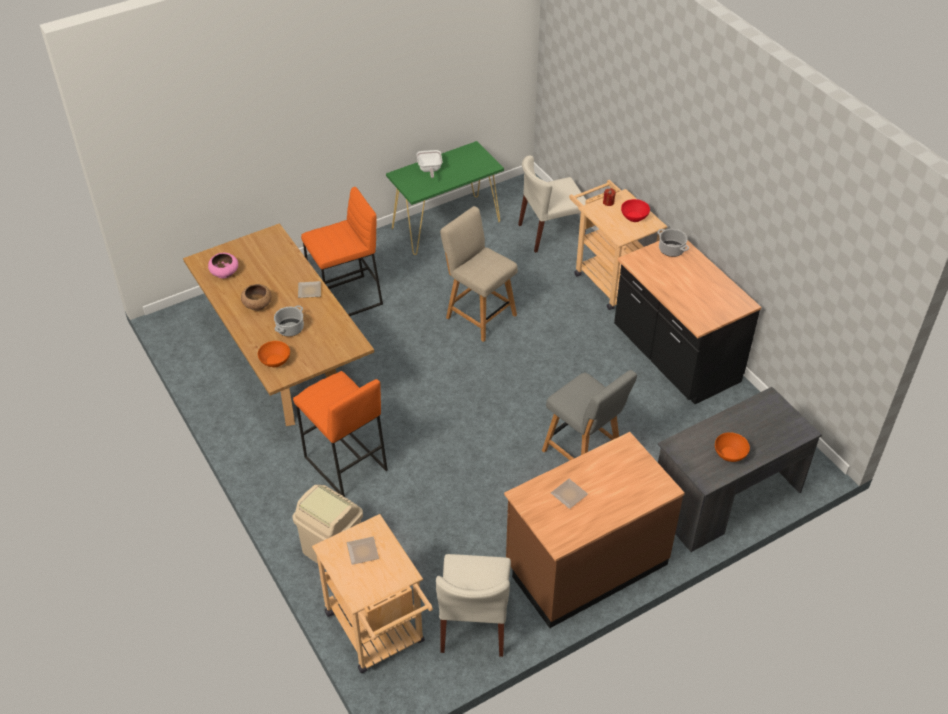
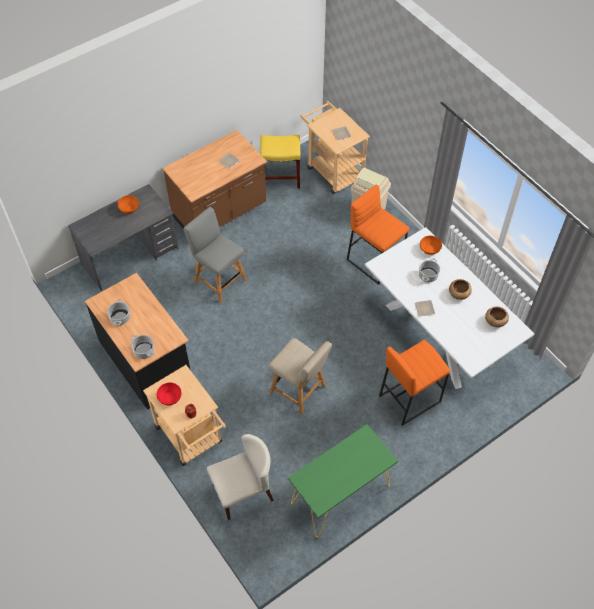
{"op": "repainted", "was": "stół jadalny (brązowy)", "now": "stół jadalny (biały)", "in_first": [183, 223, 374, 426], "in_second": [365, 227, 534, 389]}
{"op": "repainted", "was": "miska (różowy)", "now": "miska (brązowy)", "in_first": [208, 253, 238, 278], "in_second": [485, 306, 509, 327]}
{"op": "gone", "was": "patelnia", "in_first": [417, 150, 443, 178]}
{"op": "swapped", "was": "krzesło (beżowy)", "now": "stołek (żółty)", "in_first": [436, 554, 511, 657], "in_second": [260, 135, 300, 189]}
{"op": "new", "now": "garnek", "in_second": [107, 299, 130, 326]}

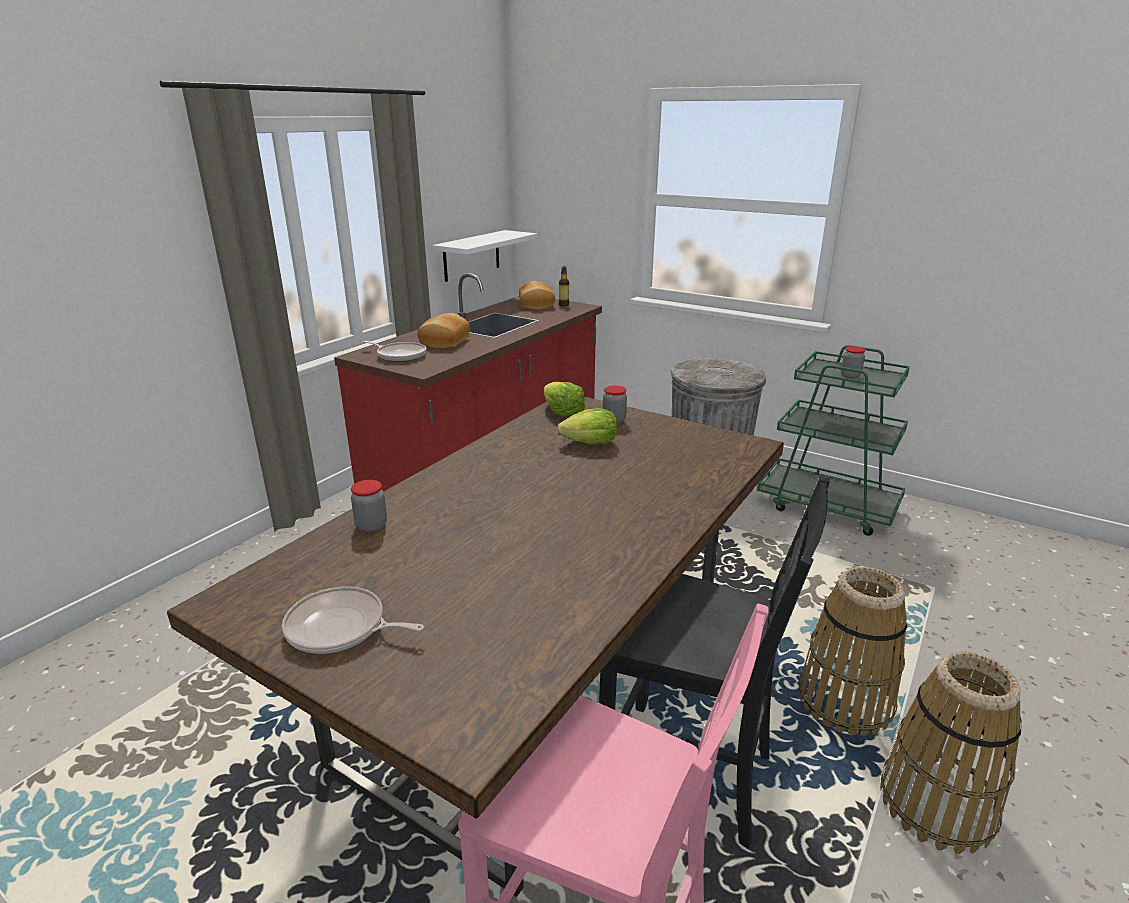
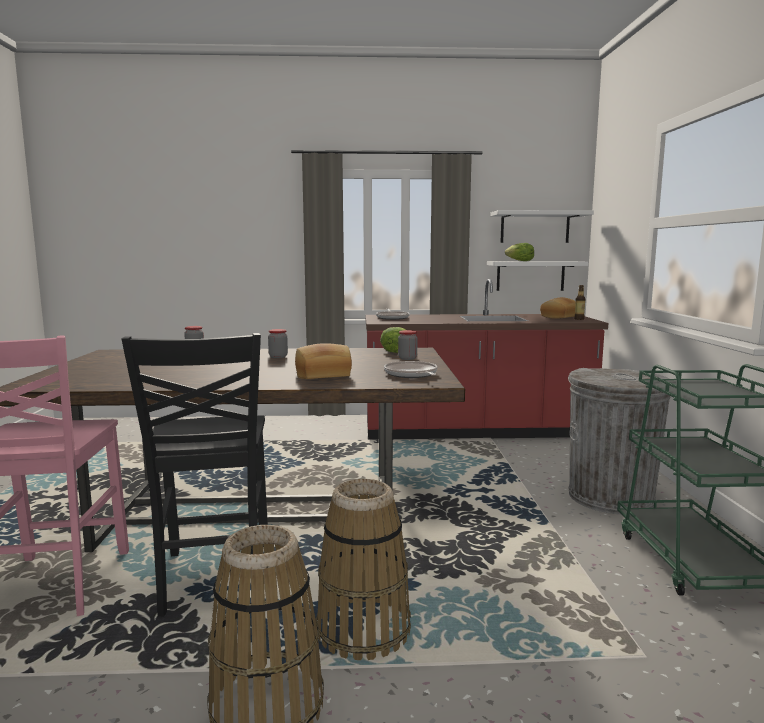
{"op": "shifted", "was": "patelnia", "in_first": [282, 586, 424, 654], "in_second": [384, 361, 437, 378]}
{"op": "shifted", "was": "chleb", "in_first": [418, 313, 470, 348], "in_second": [295, 343, 352, 379]}
{"op": "shifted", "was": "sałata", "in_first": [557, 408, 617, 444], "in_second": [505, 243, 534, 261]}
{"op": "shifted", "was": "słoik", "in_first": [841, 346, 865, 379], "in_second": [268, 329, 288, 358]}
{"op": "new", "now": "półka (biały)", "in_second": [490, 210, 594, 243]}

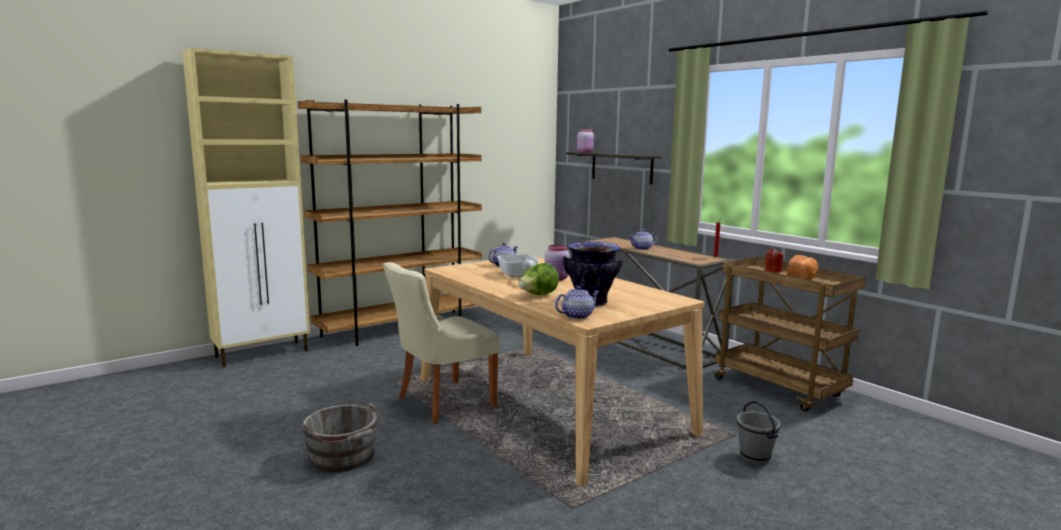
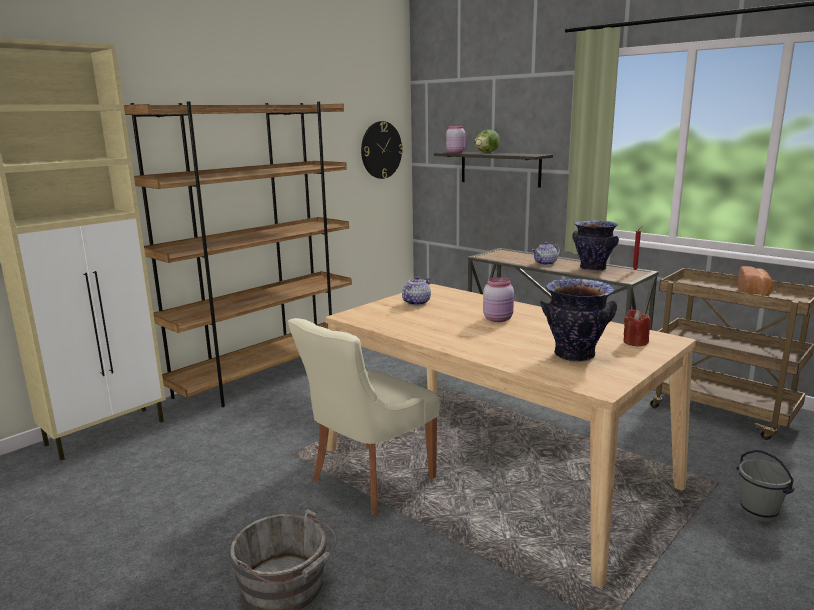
{"op": "gone", "was": "patelnia", "in_first": [498, 254, 539, 277]}
{"op": "shifted", "was": "sałata", "in_first": [518, 263, 559, 295], "in_second": [474, 129, 500, 153]}
{"op": "gone", "was": "imbryk", "in_first": [555, 286, 600, 319]}
{"op": "shifted", "was": "świeca (czerwony)", "in_first": [765, 249, 783, 273], "in_second": [624, 310, 651, 346]}
{"op": "new", "now": "zegar ścienny", "in_second": [361, 121, 403, 179]}
{"op": "new", "now": "wazon", "in_second": [572, 220, 619, 271]}

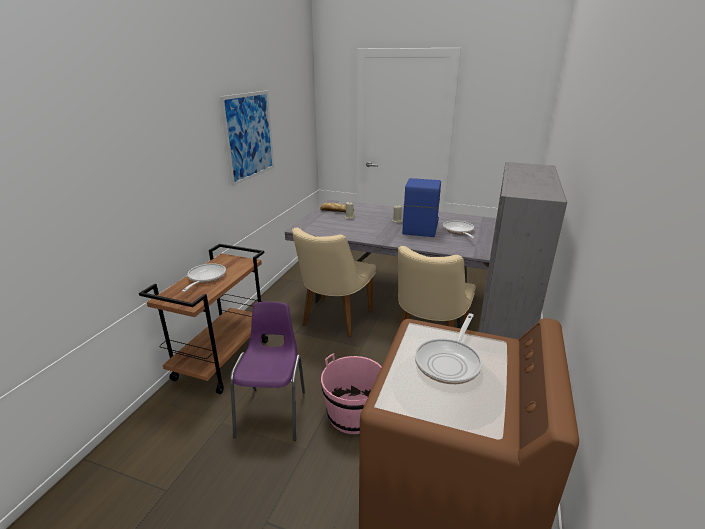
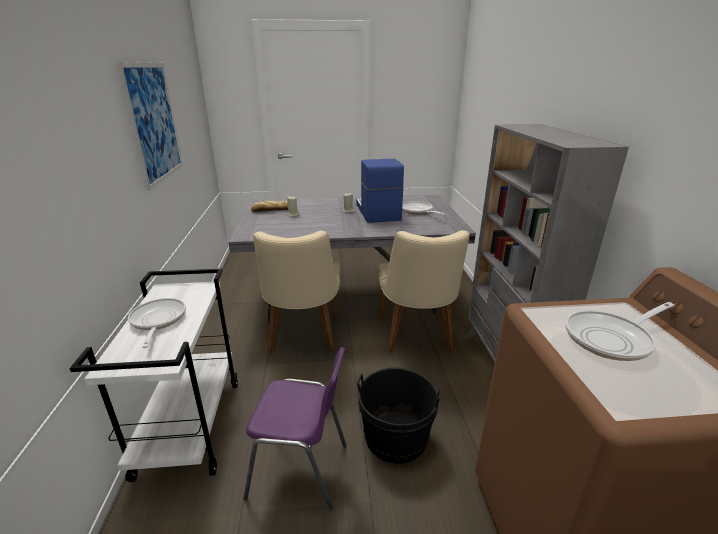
{"op": "repainted", "was": "wózek (brązowy)", "now": "wózek (biały)", "in_first": [139, 244, 268, 394], "in_second": [70, 269, 238, 482]}
{"op": "rotated", "was": "krzesło (fioletowy)", "in_first": [230, 301, 305, 441], "in_second": [243, 347, 347, 510], "clockwise": 120}
{"op": "repainted", "was": "wiadro (różowy)", "now": "wiadro (czarny)", "in_first": [321, 353, 382, 434], "in_second": [357, 367, 441, 464]}
{"op": "rotated", "was": "patelnia", "in_first": [415, 313, 482, 384], "in_second": [566, 302, 674, 361], "clockwise": 60}

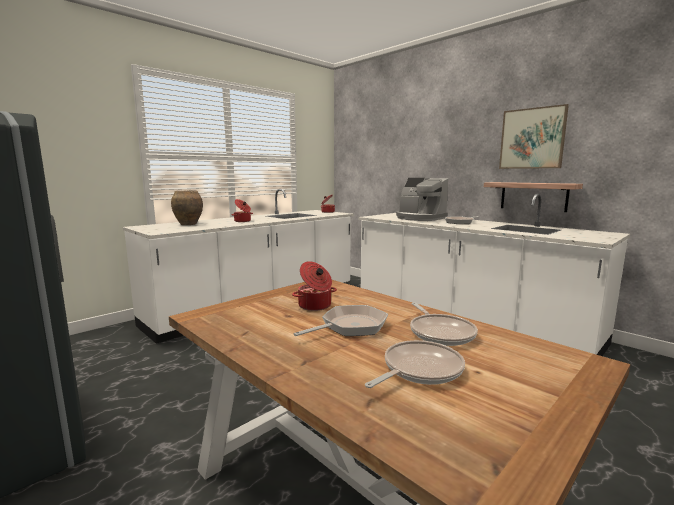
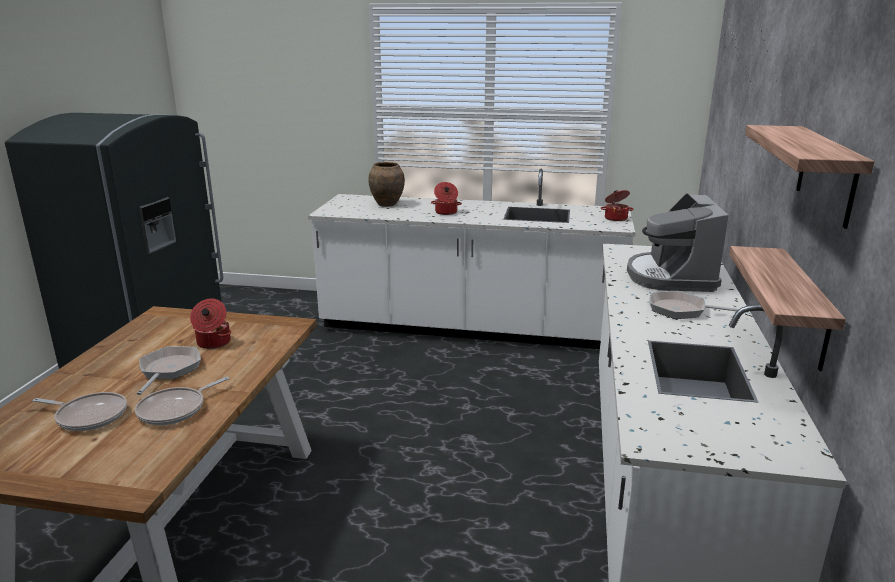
{"op": "rotated", "was": "patelnia", "in_first": [294, 305, 388, 336], "in_second": [137, 346, 201, 395], "clockwise": -105}
{"op": "swapped", "was": "obraz", "now": "półka", "in_first": [499, 104, 569, 169], "in_second": [745, 125, 874, 229]}

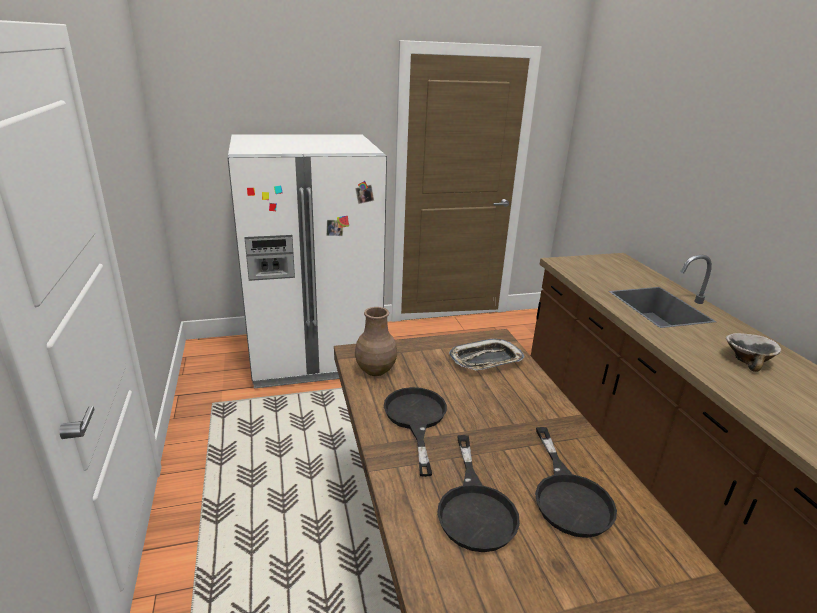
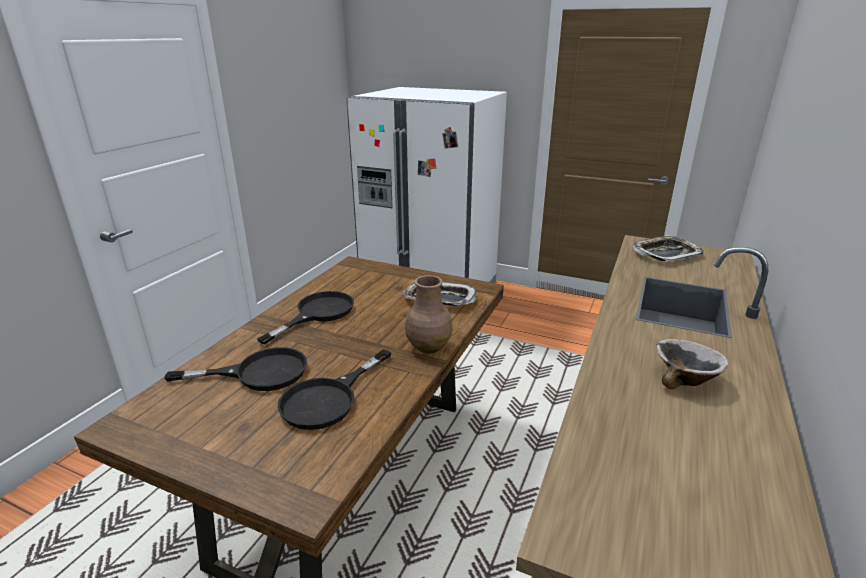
{"op": "shifted", "was": "wazon (brązowy)", "in_first": [355, 307, 397, 376], "in_second": [405, 275, 453, 353]}
{"op": "rotated", "was": "patelnia (czarny)", "in_first": [437, 435, 520, 552], "in_second": [164, 347, 307, 391], "clockwise": -135}
{"op": "new", "now": "taca", "in_second": [633, 235, 704, 262]}

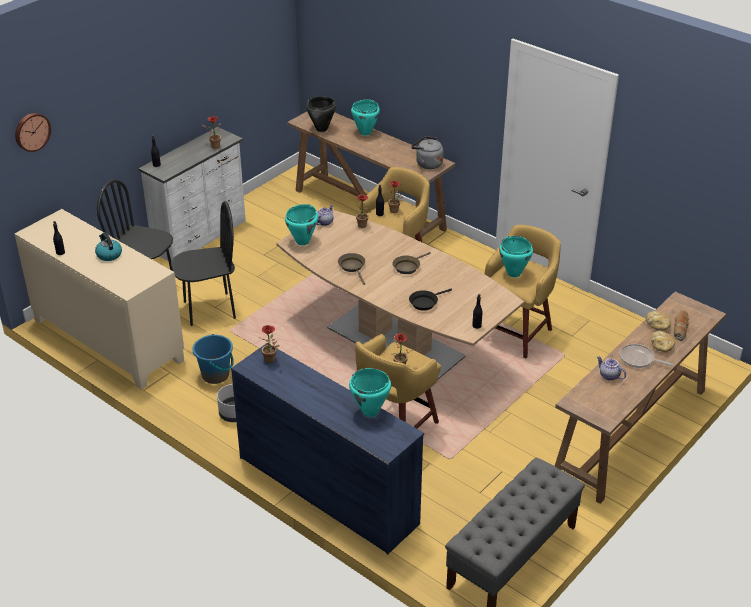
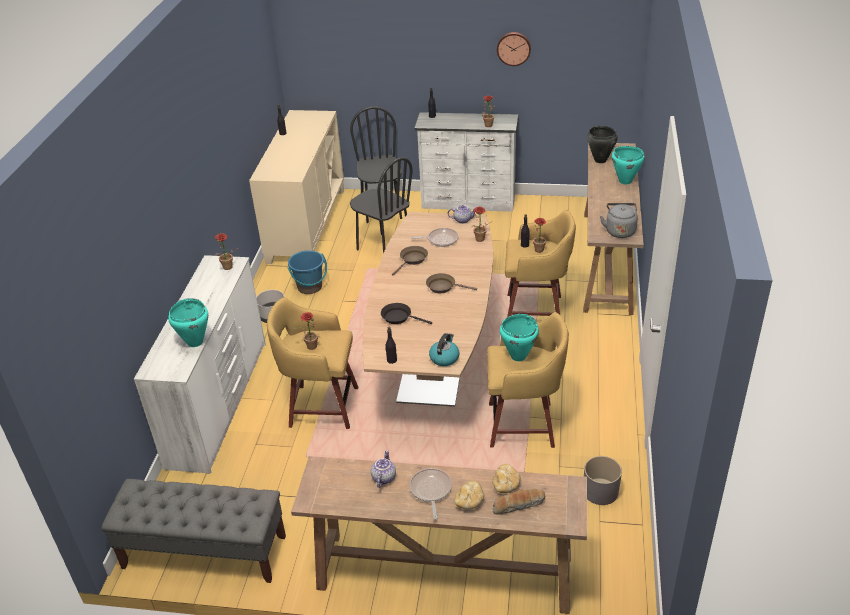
{"op": "shifted", "was": "zegar ścienny", "in_first": [15, 113, 51, 152], "in_second": [497, 32, 531, 66]}
{"op": "shifted", "was": "czajnik", "in_first": [95, 233, 122, 261], "in_second": [429, 333, 459, 366]}
{"op": "repainted", "was": "komoda (niebieski)", "now": "komoda (biały)", "in_first": [231, 343, 424, 555], "in_second": [134, 255, 266, 474]}
{"op": "gone", "was": "garnek (turkusowy)", "in_first": [285, 204, 318, 245]}
{"op": "new", "now": "patelnia", "in_second": [411, 228, 458, 247]}
{"op": "new", "now": "donica (szary)", "in_second": [584, 456, 622, 505]}

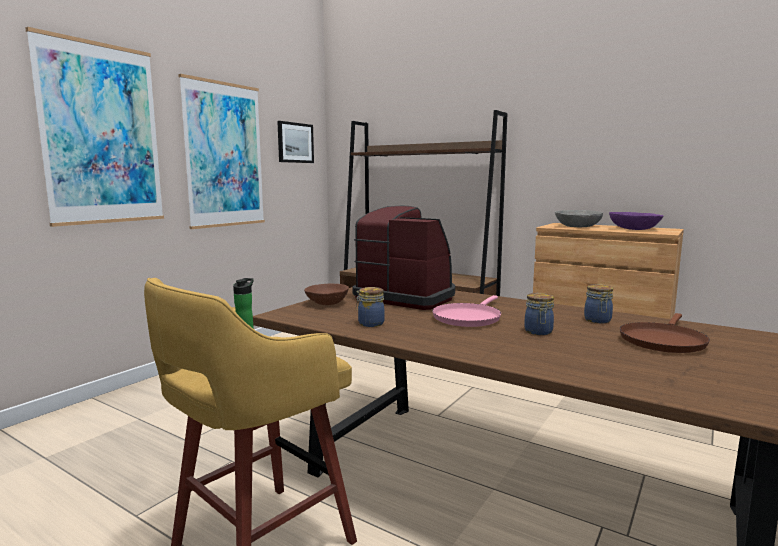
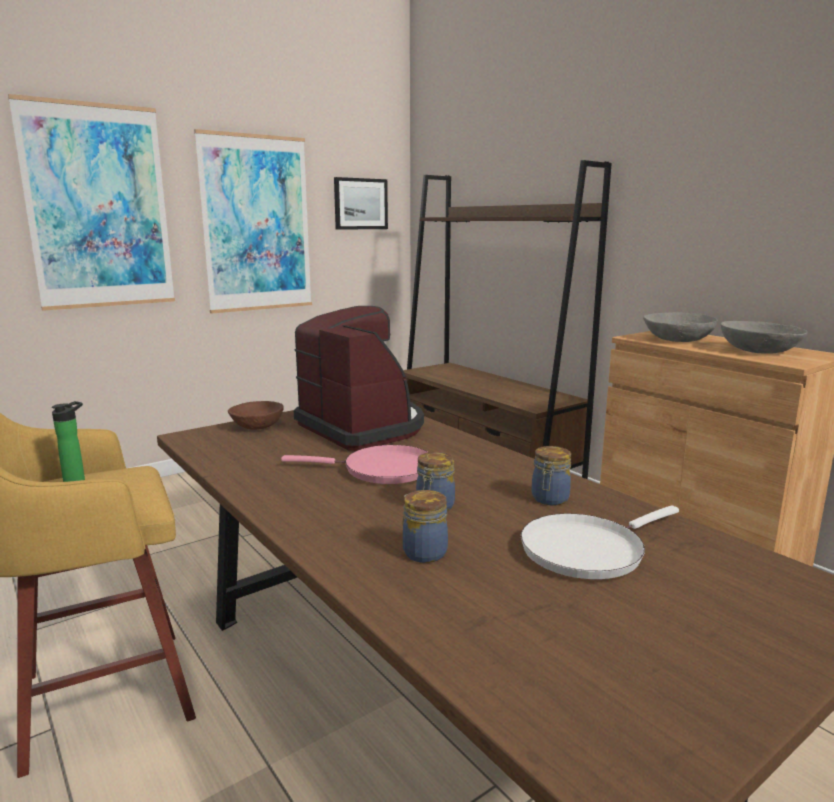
{"op": "shifted", "was": "słoik", "in_first": [356, 287, 385, 327], "in_second": [403, 490, 448, 563]}
{"op": "rotated", "was": "patelnia (różowy)", "in_first": [432, 295, 501, 327], "in_second": [281, 445, 428, 484], "clockwise": -135}
{"op": "repainted", "was": "miska (fioletowy)", "now": "miska (szary)", "in_first": [609, 212, 663, 230], "in_second": [721, 321, 807, 354]}
{"op": "repainted", "was": "patelnia (brązowy)", "now": "patelnia (biały)", "in_first": [620, 313, 710, 353], "in_second": [521, 505, 679, 579]}

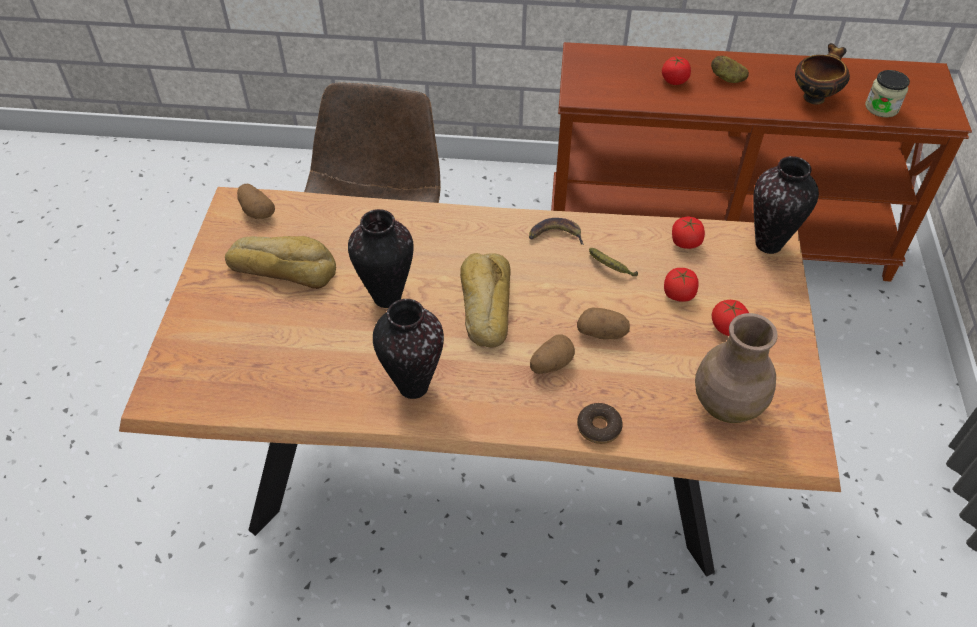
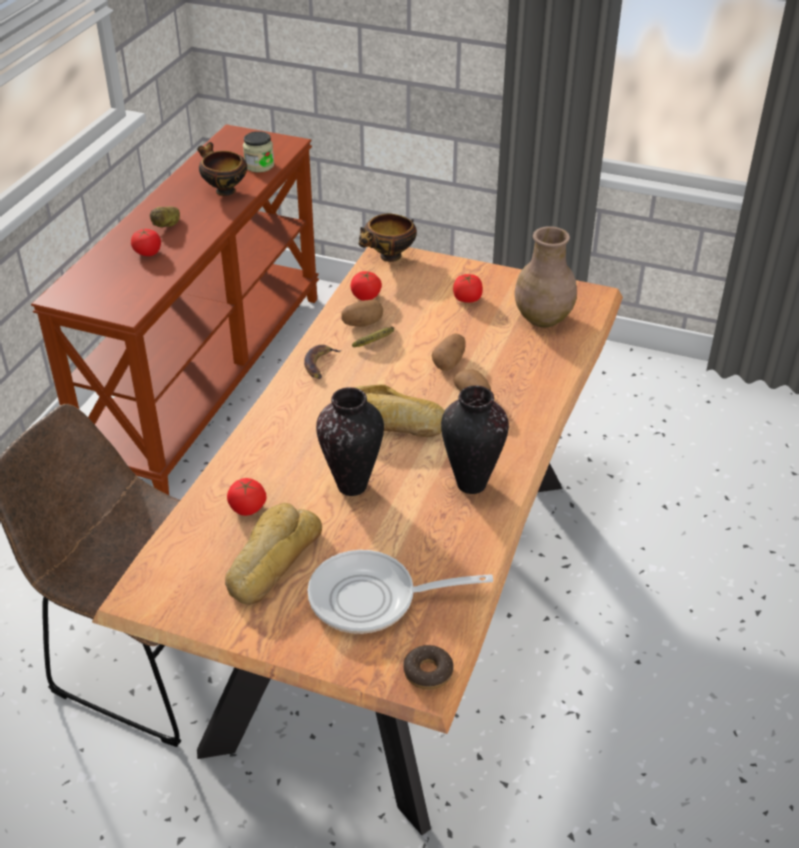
{"op": "shifted", "was": "ziemniak", "in_first": [237, 183, 275, 219], "in_second": [342, 300, 383, 327]}
{"op": "shifted", "was": "donut", "in_first": [577, 403, 623, 444], "in_second": [403, 645, 454, 690]}
{"op": "shifted", "was": "pomidor", "in_first": [664, 268, 699, 302], "in_second": [227, 478, 266, 516]}
{"op": "swapped", "was": "wazon", "now": "miska", "in_first": [753, 156, 819, 254], "in_second": [359, 214, 417, 262]}
{"op": "new", "now": "patelnia", "in_second": [308, 550, 493, 634]}

